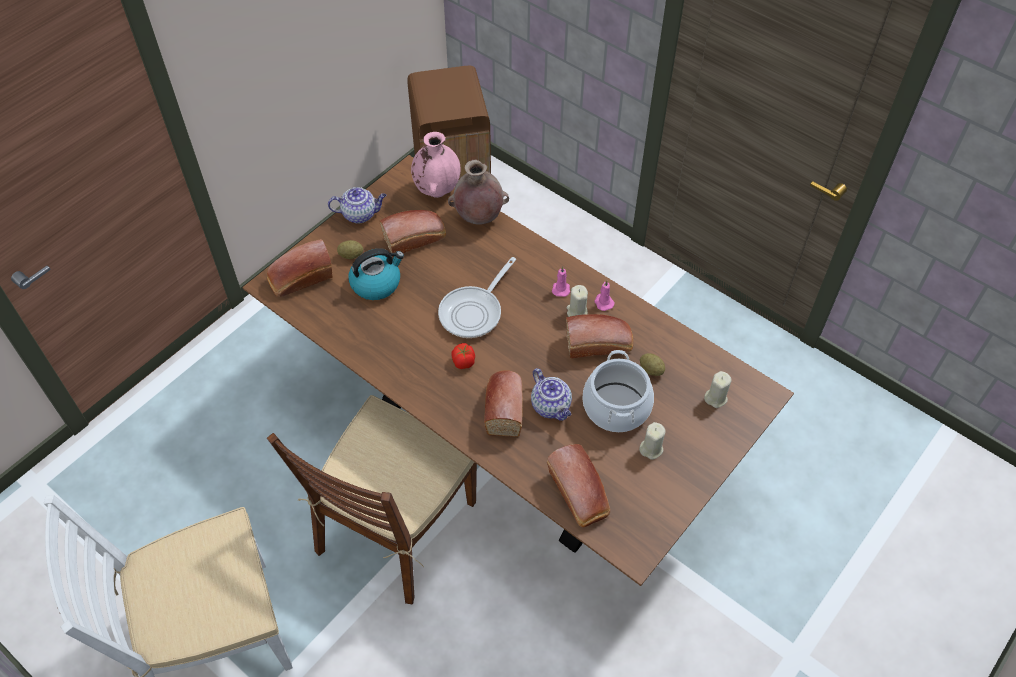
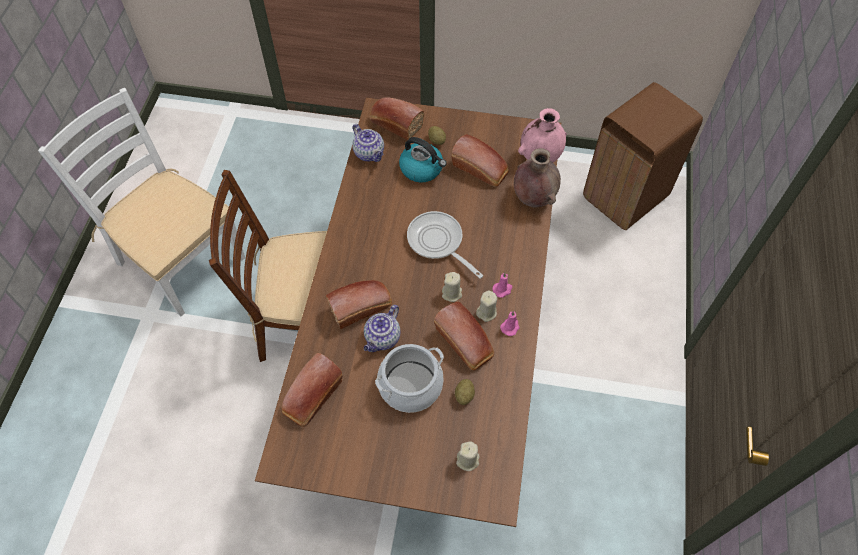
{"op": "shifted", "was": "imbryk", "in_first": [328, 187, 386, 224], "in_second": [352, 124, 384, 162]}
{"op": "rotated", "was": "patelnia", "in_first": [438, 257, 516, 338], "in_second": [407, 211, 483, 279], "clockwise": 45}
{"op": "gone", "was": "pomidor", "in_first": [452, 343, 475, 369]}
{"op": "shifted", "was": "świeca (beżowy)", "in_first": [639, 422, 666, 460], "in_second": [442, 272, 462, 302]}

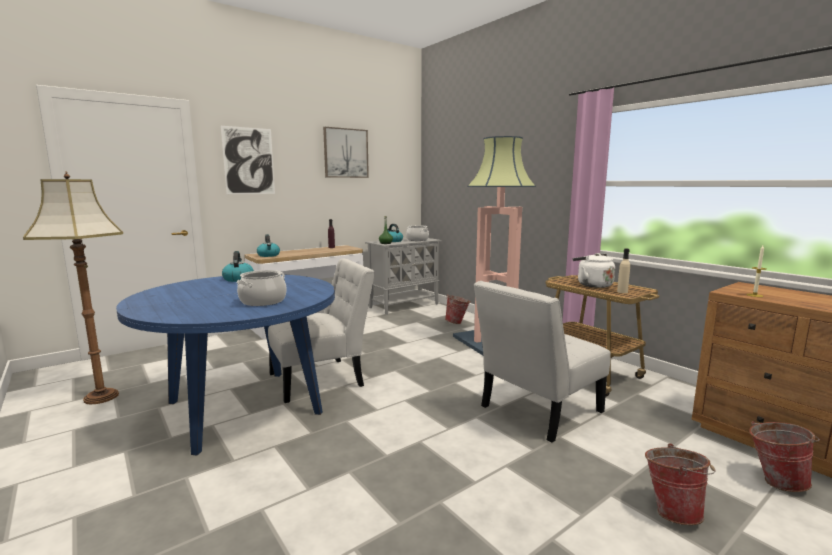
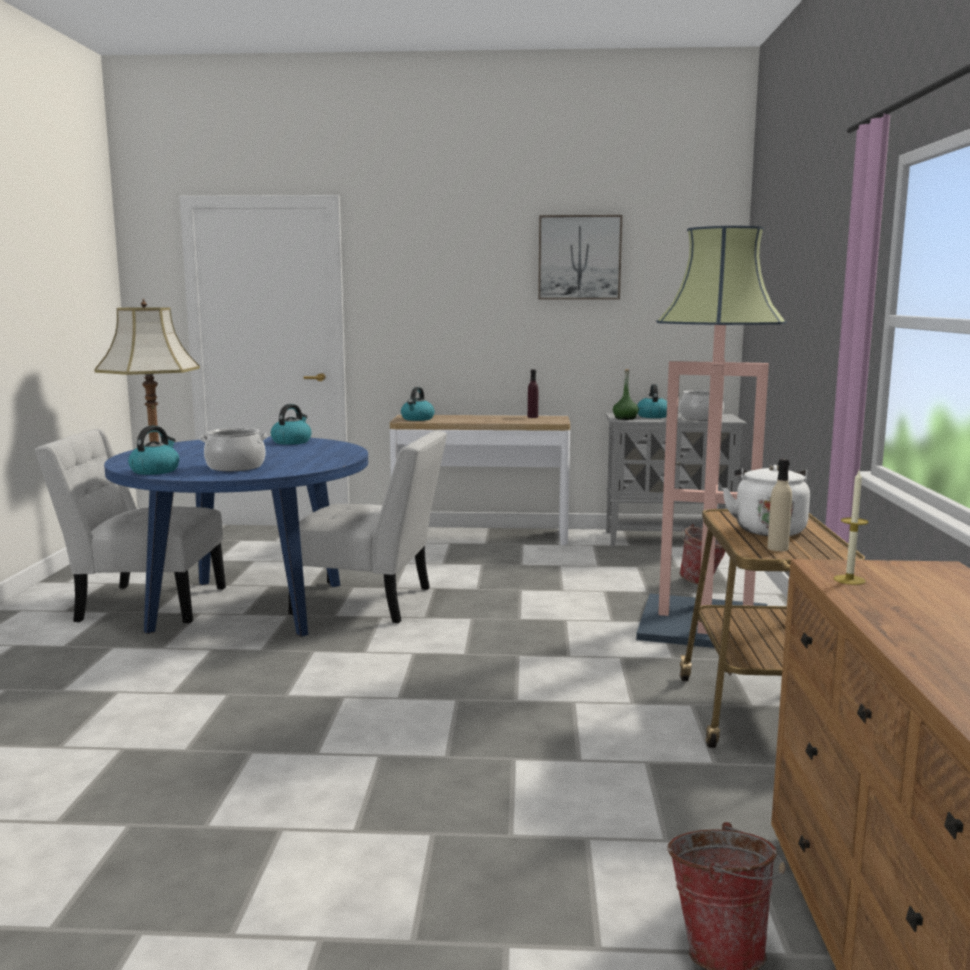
{"op": "gone", "was": "obraz", "in_first": [221, 126, 275, 194]}
{"op": "shifted", "was": "krzesło (biały)", "in_first": [474, 281, 611, 443], "in_second": [35, 429, 226, 624]}
{"op": "gone", "was": "wiadro", "in_first": [645, 444, 716, 525]}
{"op": "new", "now": "czajnik", "in_second": [128, 426, 179, 475]}

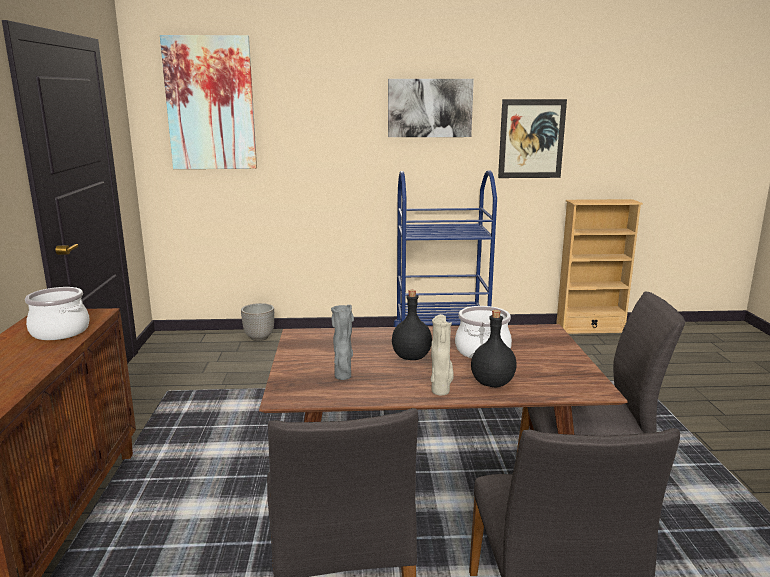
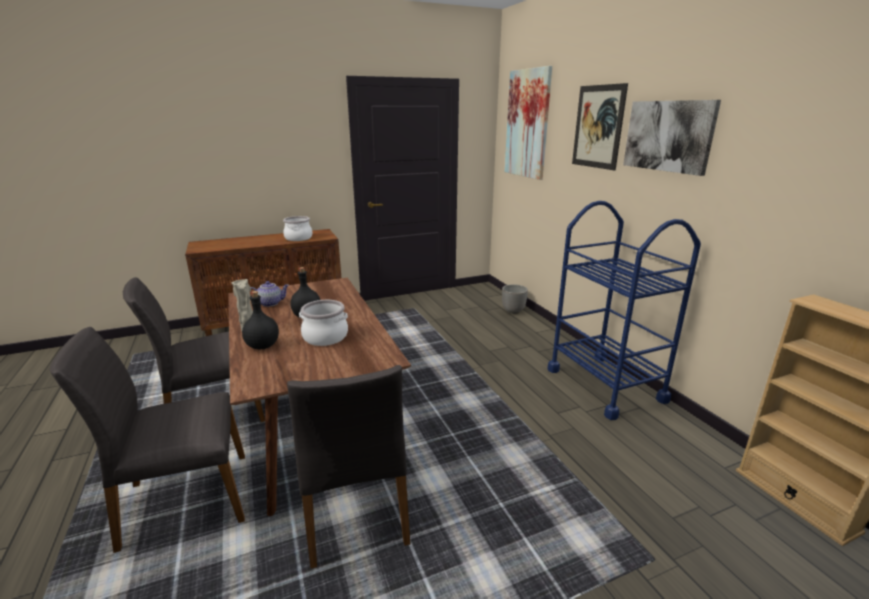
{"op": "swapped", "was": "wazon (szary)", "now": "imbryk", "in_first": [331, 305, 354, 380], "in_second": [251, 281, 289, 307]}
{"op": "shifted", "was": "obraz", "in_first": [498, 99, 567, 178], "in_second": [572, 83, 628, 170]}

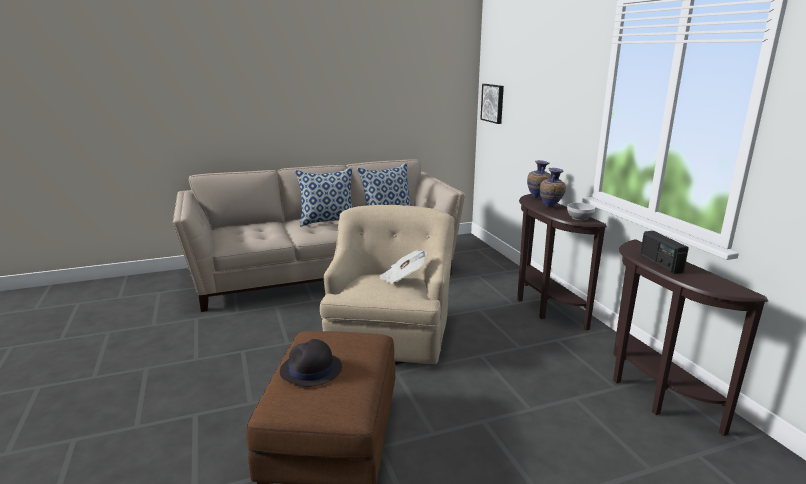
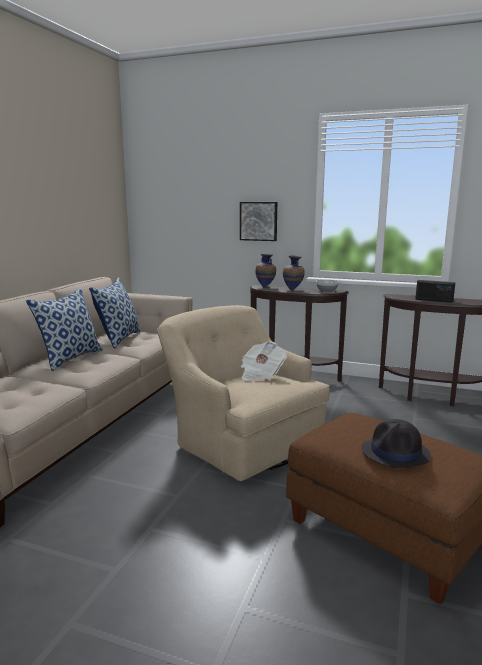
{"op": "shifted", "was": "obraz", "in_first": [480, 84, 504, 124], "in_second": [240, 202, 277, 241]}

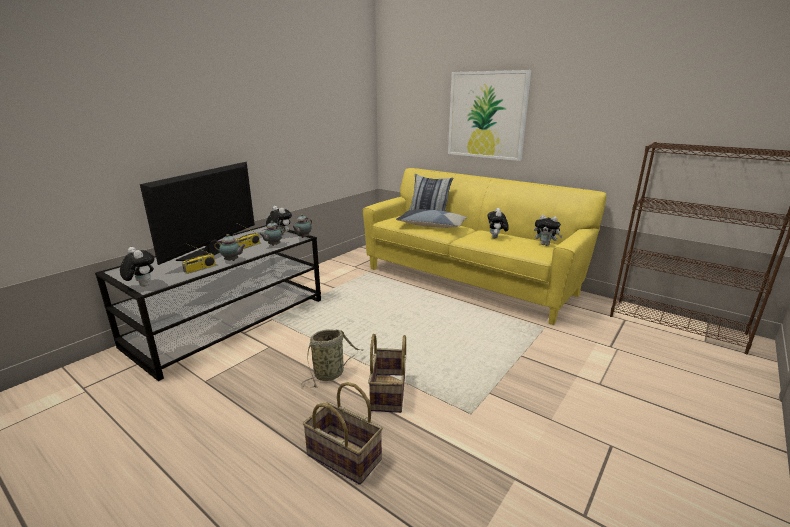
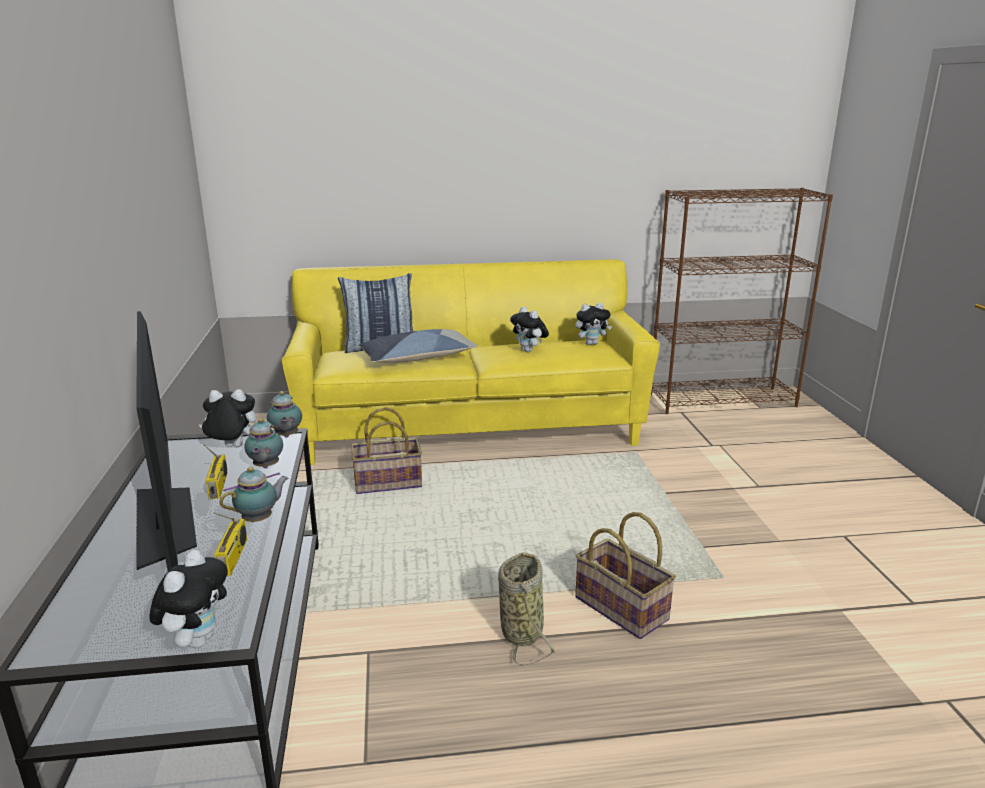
{"op": "rotated", "was": "pluszak", "in_first": [120, 247, 154, 287], "in_second": [149, 550, 228, 648], "clockwise": 105}
{"op": "shifted", "was": "koszyk", "in_first": [303, 382, 383, 485], "in_second": [351, 407, 422, 494]}
{"op": "gone", "was": "obraz", "in_first": [448, 70, 531, 161]}

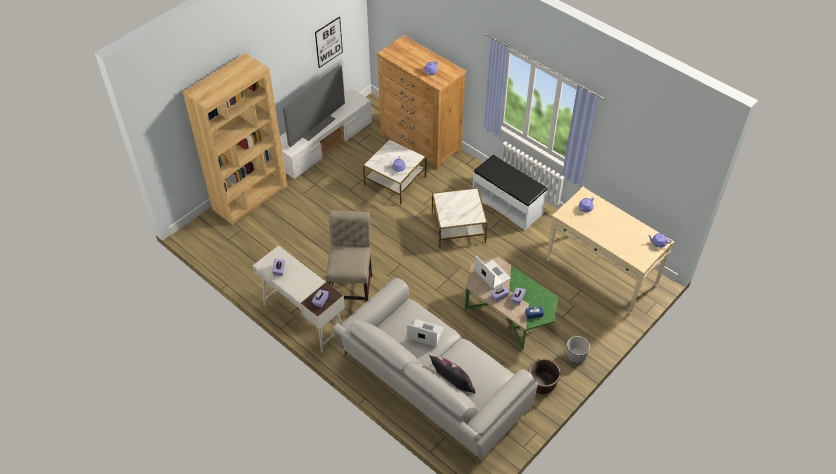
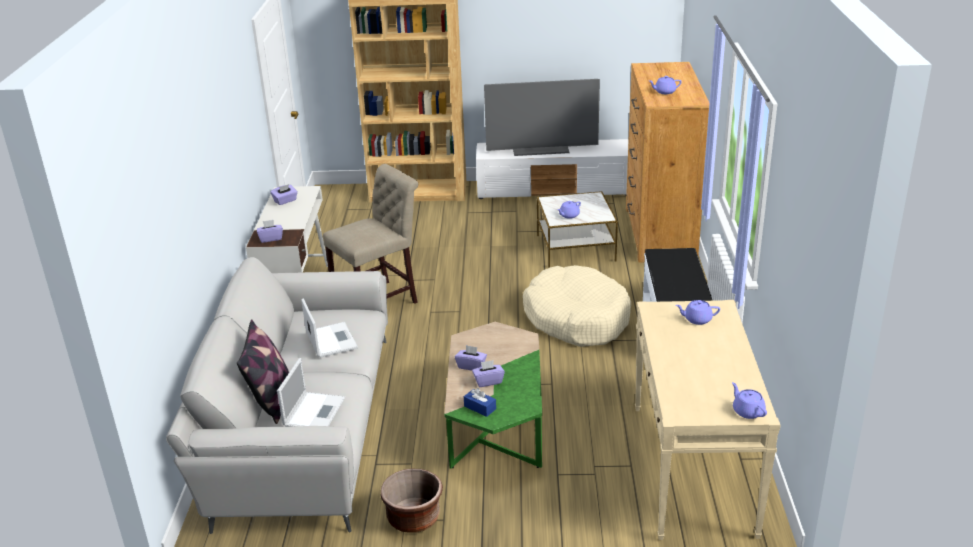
{"op": "gone", "was": "obraz", "in_first": [315, 17, 343, 68]}
{"op": "swapped", "was": "stolik", "now": "legowisko (beżowy)", "in_first": [432, 188, 488, 249], "in_second": [523, 265, 631, 347]}
{"op": "shifted", "was": "laptop", "in_first": [474, 256, 511, 289], "in_second": [277, 358, 345, 427]}
{"op": "gone", "was": "donica", "in_first": [566, 336, 590, 364]}

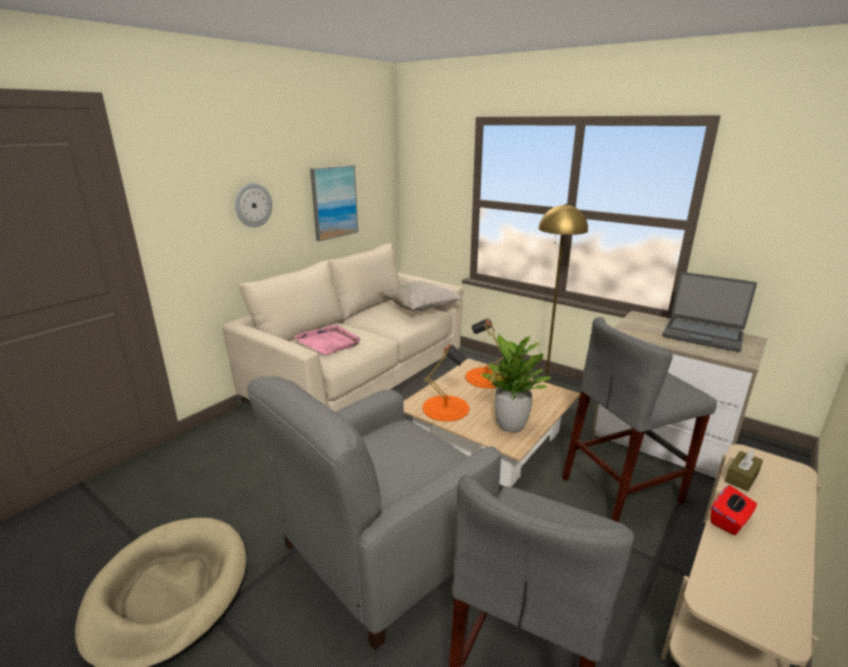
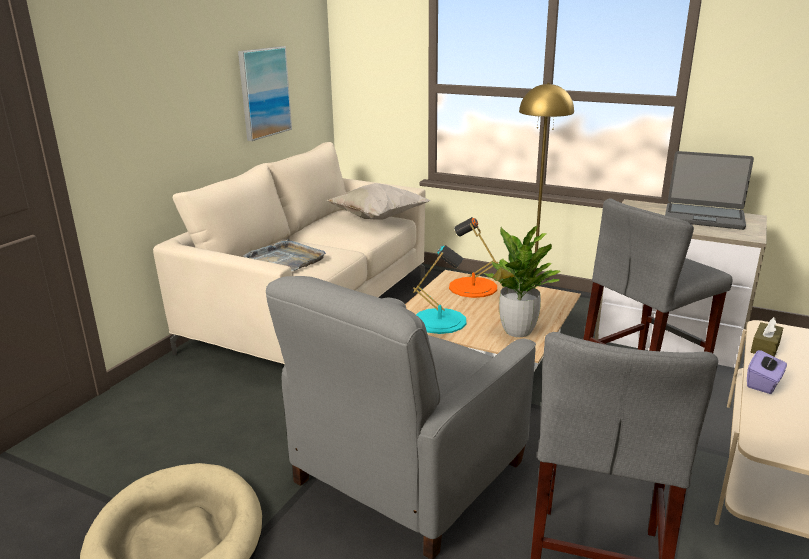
{"op": "gone", "was": "zegar ścienny", "in_first": [235, 183, 272, 227]}
{"op": "repainted", "was": "taca (różowy)", "now": "taca (szary)", "in_first": [294, 324, 360, 355], "in_second": [243, 239, 326, 272]}
{"op": "repainted", "was": "lampa stołowa (pomarańczowy)", "now": "lampa stołowa (turkusowy)", "in_first": [422, 345, 470, 421], "in_second": [413, 245, 466, 334]}
{"op": "repainted", "was": "pudełko chusteczek (czerwony)", "now": "pudełko chusteczek (fioletowy)", "in_first": [710, 485, 757, 535], "in_second": [747, 350, 787, 394]}

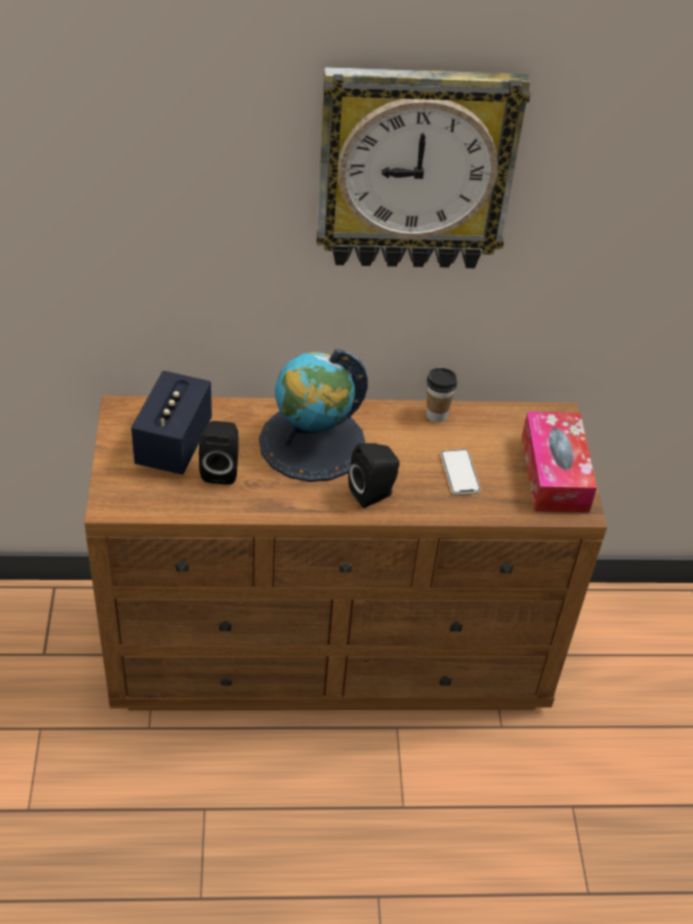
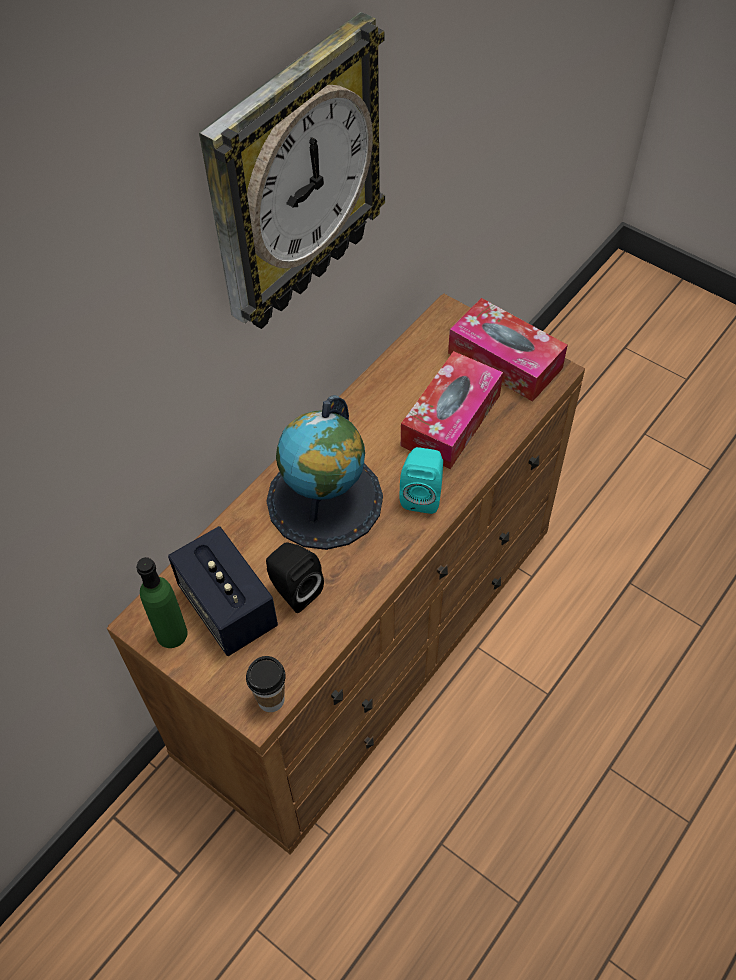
{"op": "repainted", "was": "głośnik (czarny)", "now": "głośnik (turkusowy)", "in_first": [348, 443, 400, 508], "in_second": [399, 447, 443, 514]}
{"op": "shifted", "was": "filiżanka", "in_first": [426, 368, 457, 422], "in_second": [246, 656, 286, 712]}
{"op": "swapped", "was": "telefon", "now": "pudełko chusteczek", "in_first": [440, 449, 481, 495], "in_second": [401, 351, 503, 469]}
{"op": "new", "now": "butelka (zielony)", "in_second": [136, 557, 188, 648]}

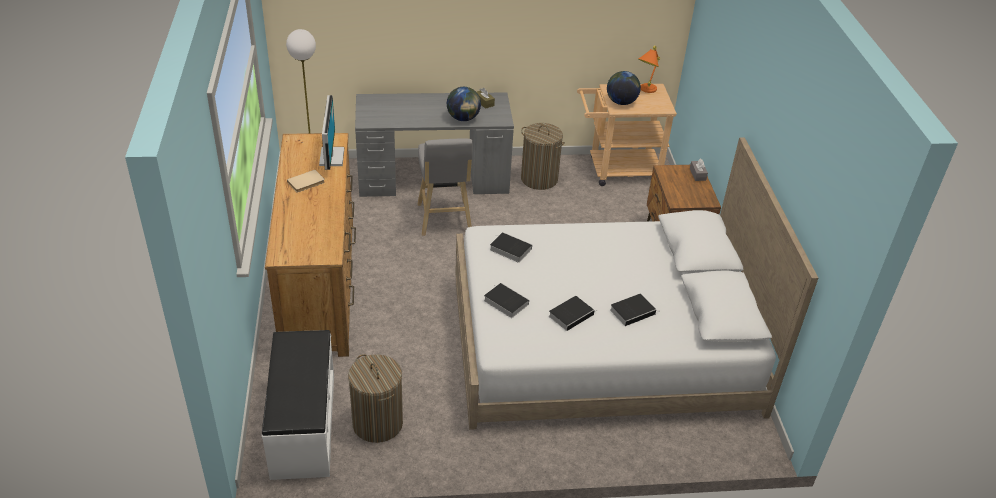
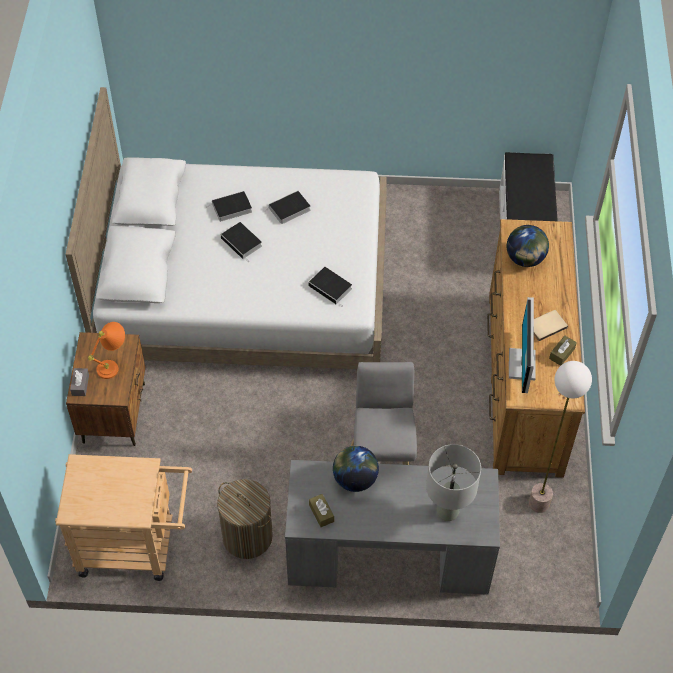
{"op": "gone", "was": "kosz na pranie", "in_first": [348, 354, 403, 443]}
{"op": "shifted", "was": "książka", "in_first": [484, 283, 529, 318], "in_second": [221, 222, 262, 259]}
{"op": "shifted", "was": "globus", "in_first": [607, 71, 641, 105], "in_second": [507, 225, 549, 267]}
{"op": "shifted", "was": "lampa stołowa (pomarańczowy)", "in_first": [638, 45, 660, 93], "in_second": [88, 322, 125, 379]}
{"op": "new", "now": "lampa stołowa (szary)", "in_second": [426, 444, 481, 521]}
{"op": "new", "now": "pudełko chusteczek (brązowy)", "in_second": [549, 336, 577, 366]}

